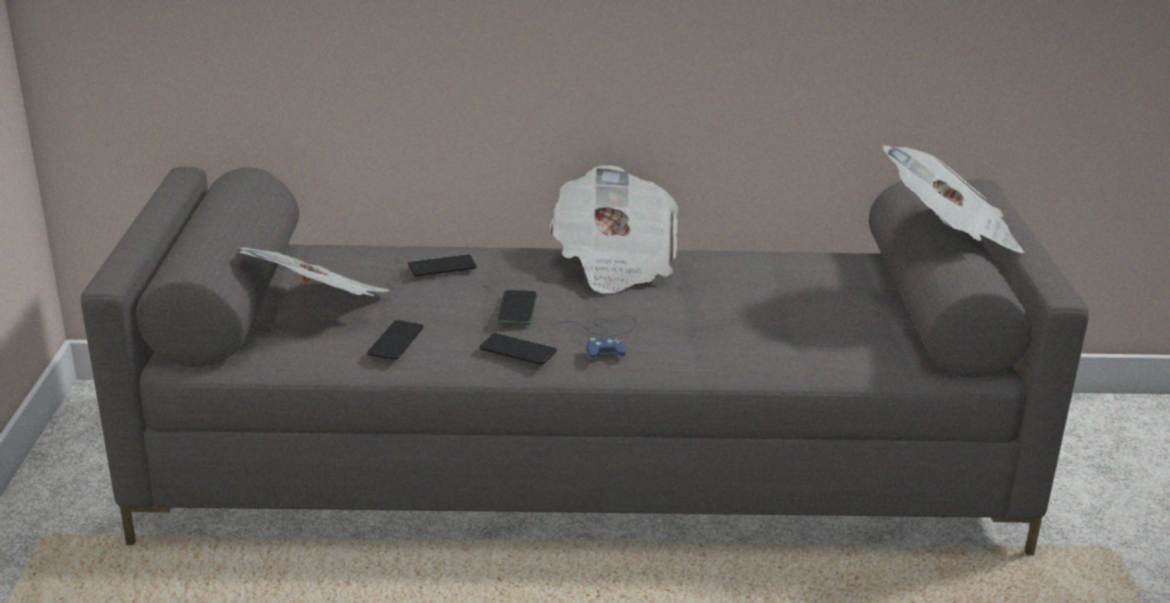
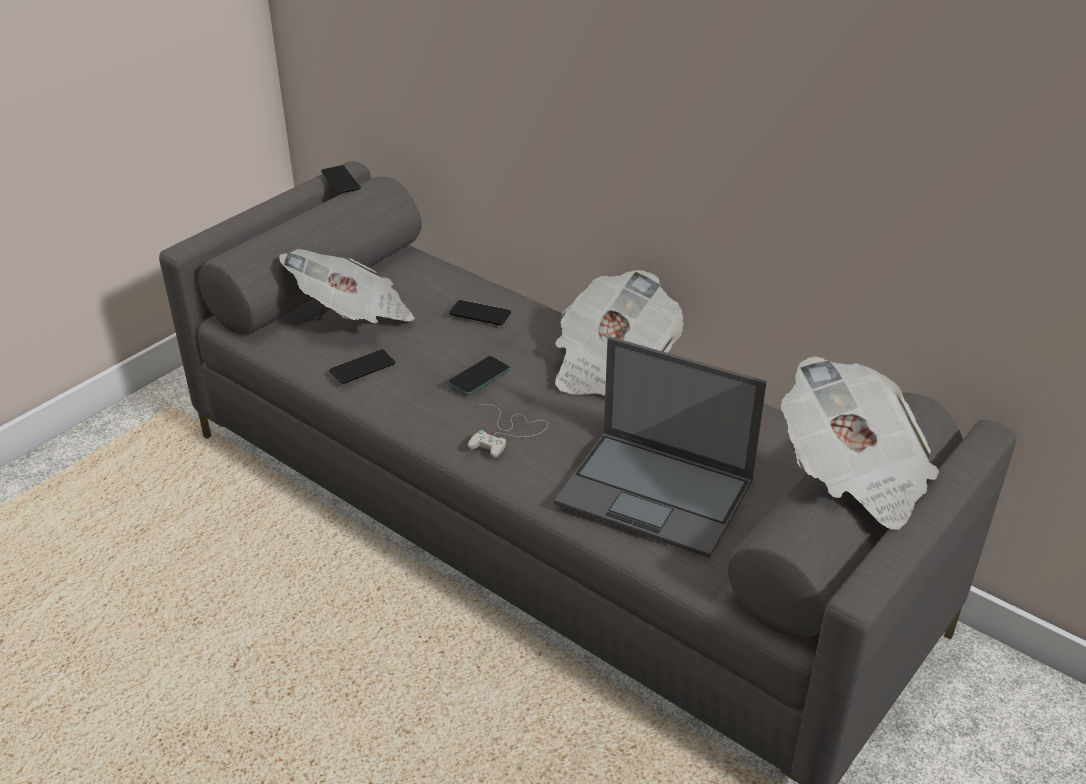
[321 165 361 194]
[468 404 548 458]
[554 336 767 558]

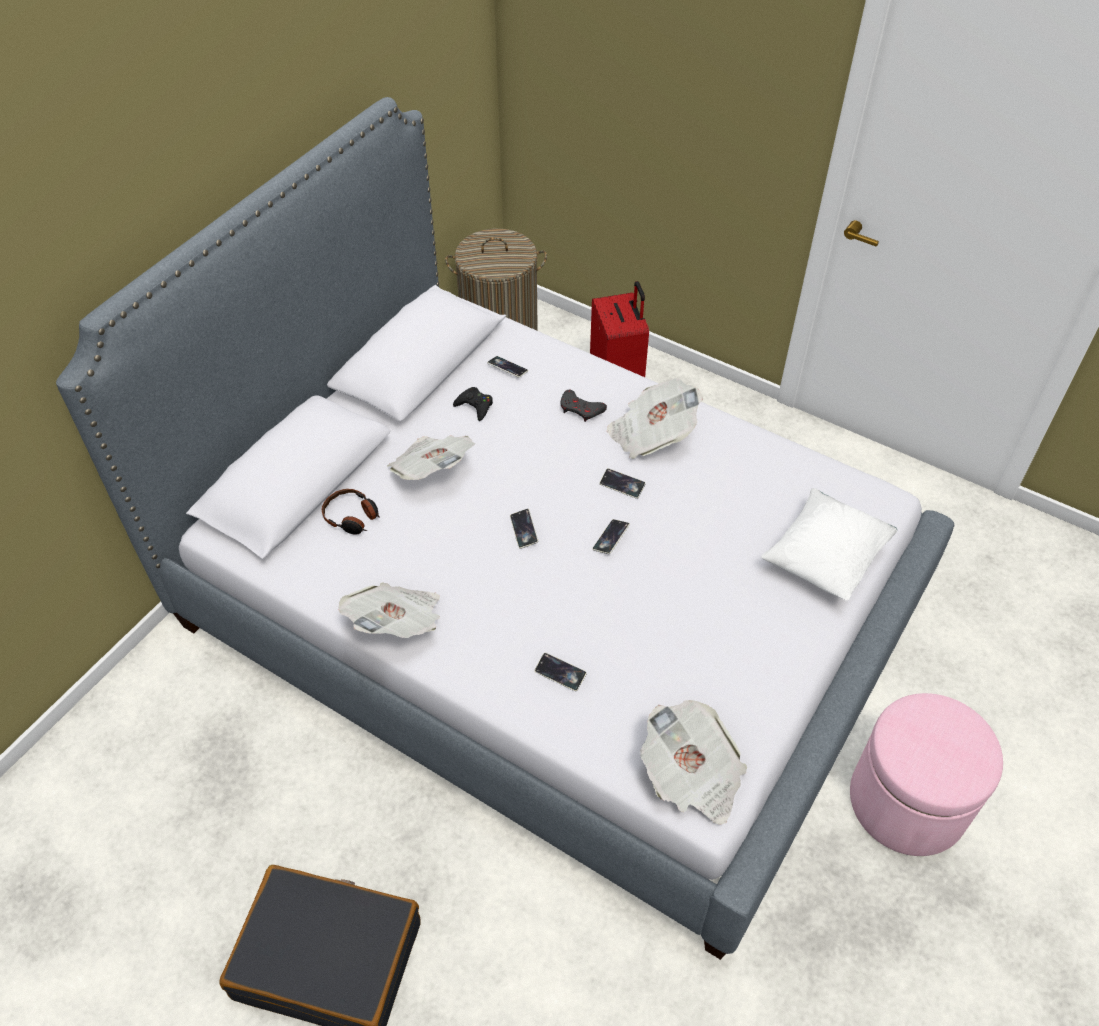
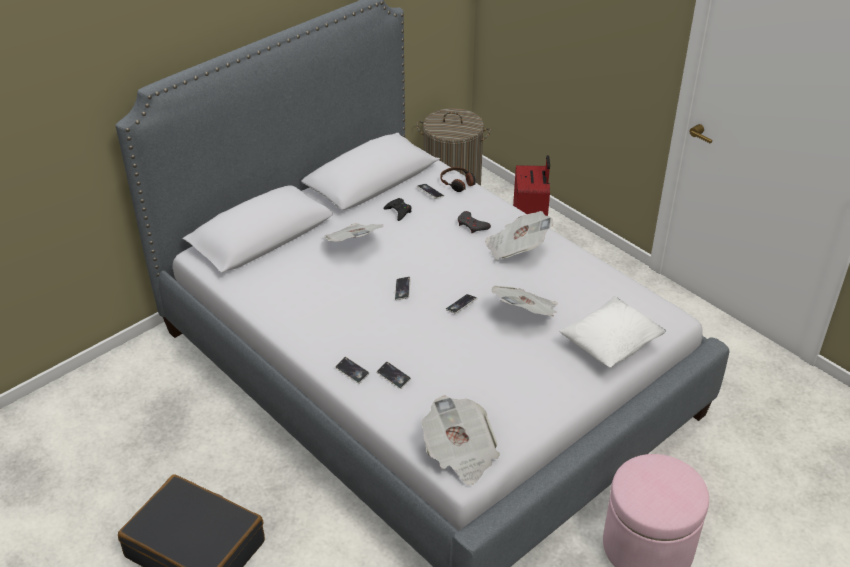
[335 357 369 384]
[441 167 476 192]
[492 286 558 316]

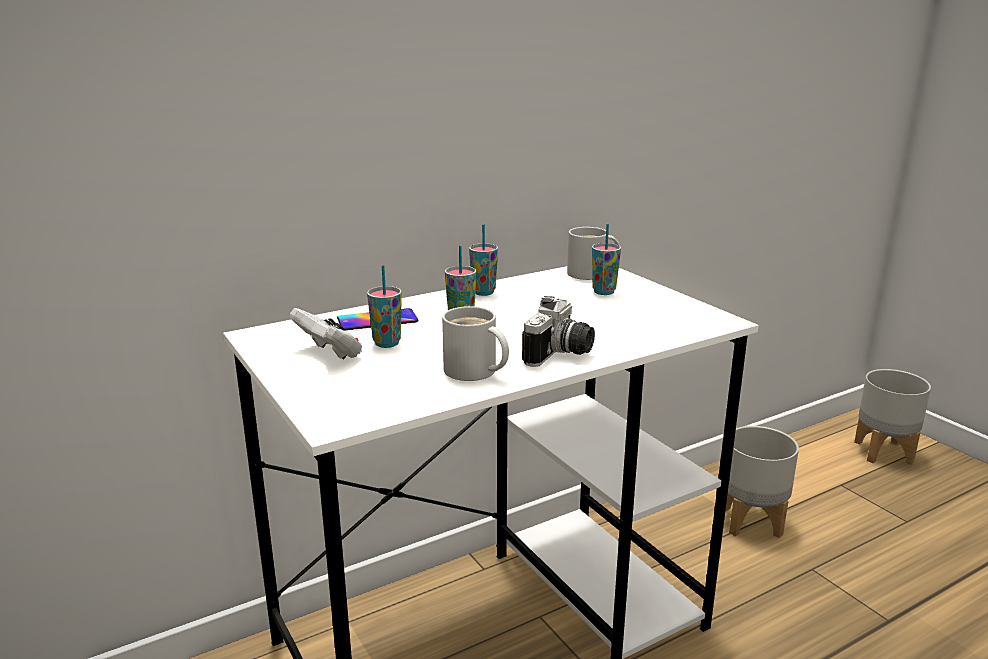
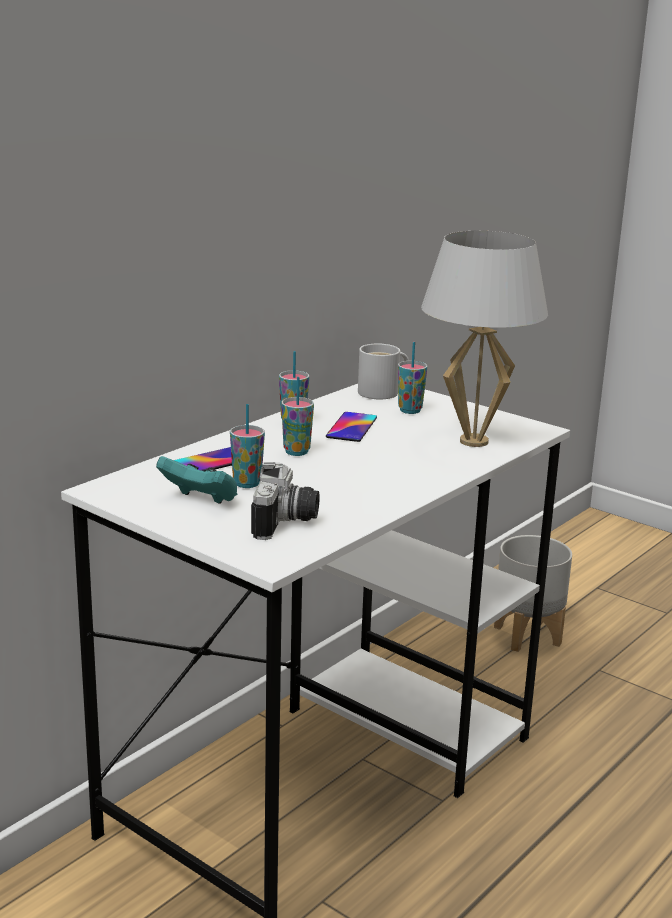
[156 456 237 504]
[251 462 320 540]
[326 412 377 442]
[421 231 548 447]
[442 306 509 381] (first image)
[854 369 931 465] (first image)

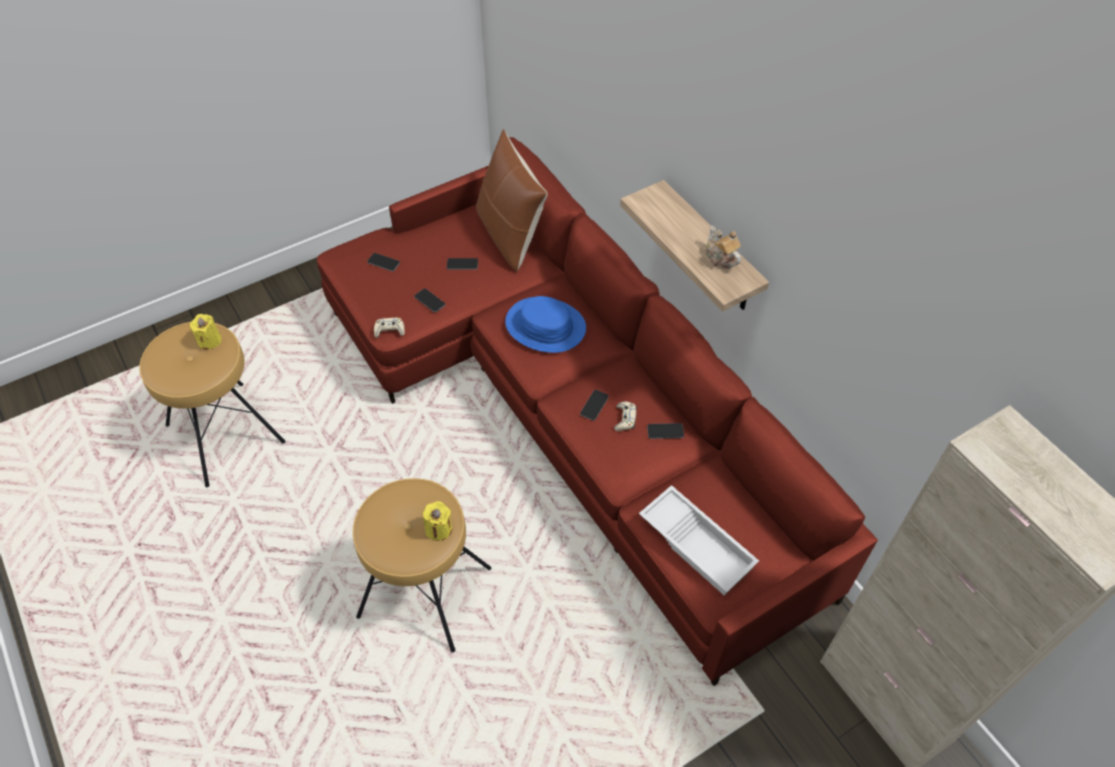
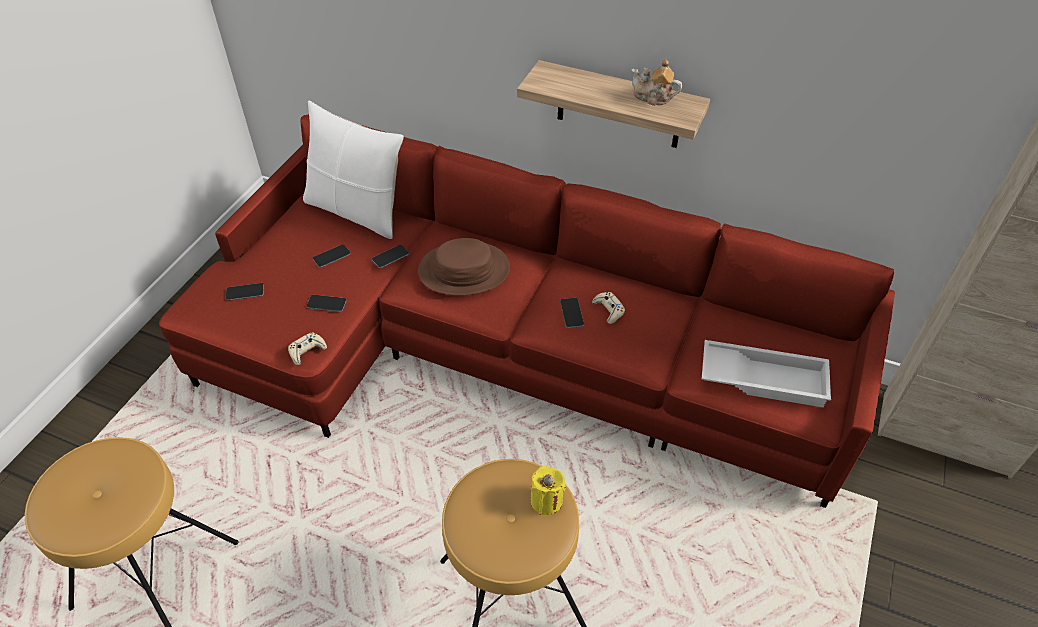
[303 100 404 239]
[372 245 409 268]
[418 238 510 296]
[190 314 222 350] (first image)

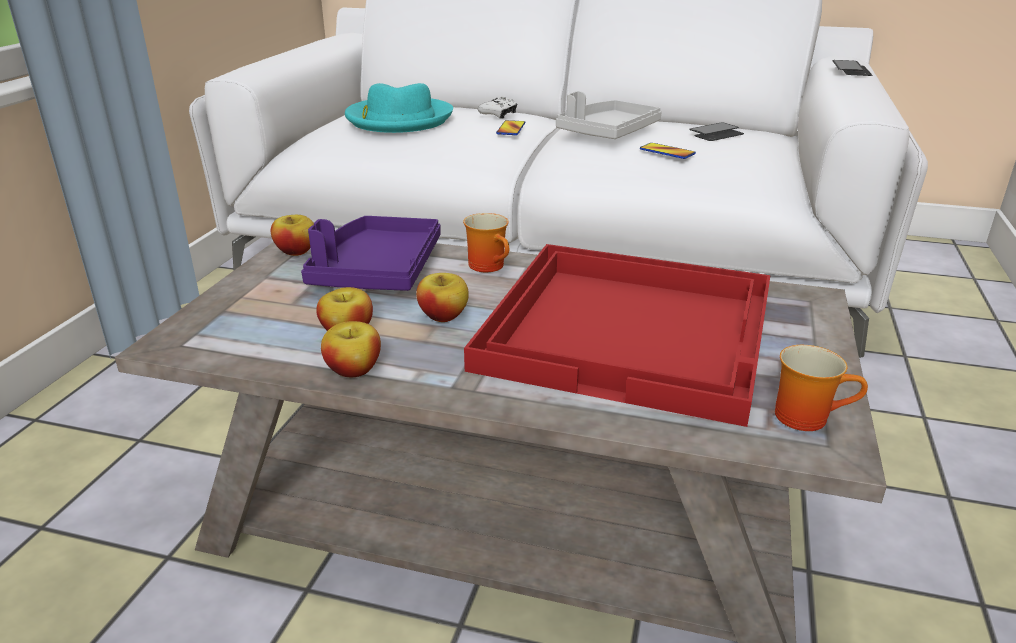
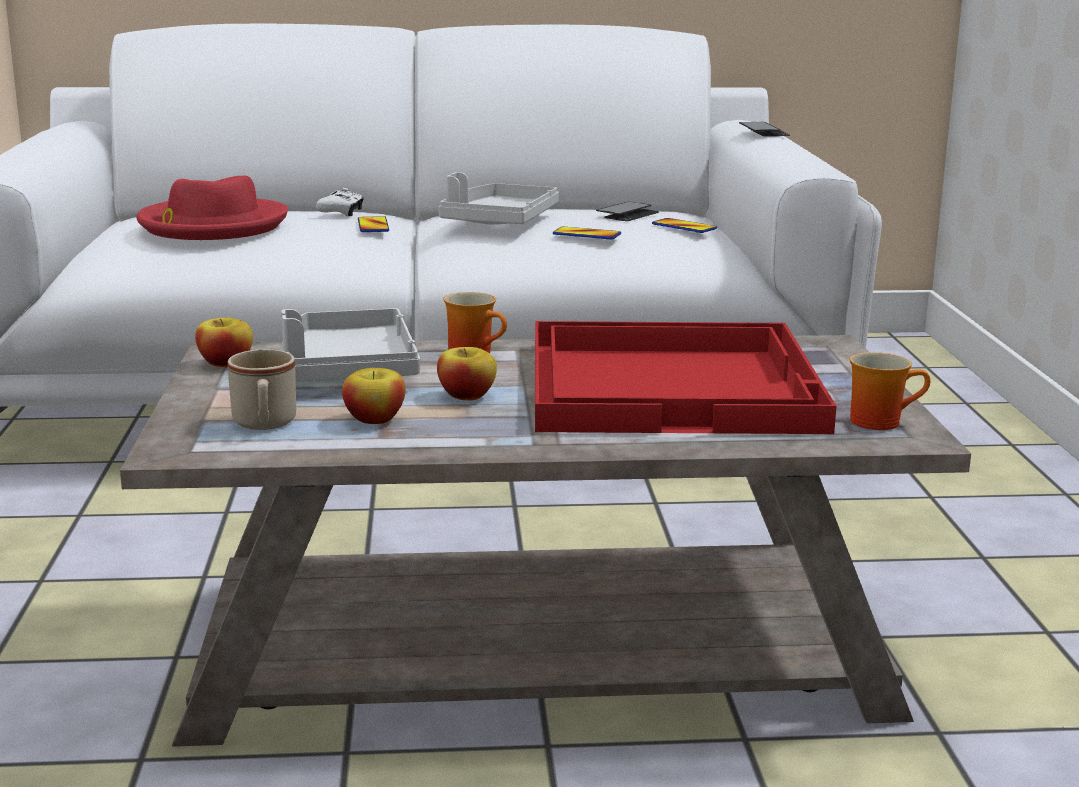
[136 175 288 240]
[228 349 296 430]
[281 308 420 382]
[652 218 717 233]
[321 321 381 377] (first image)

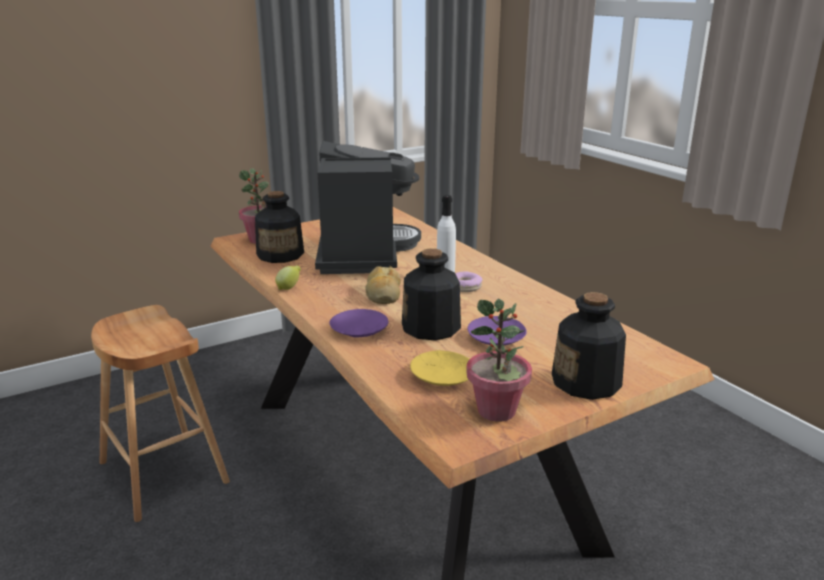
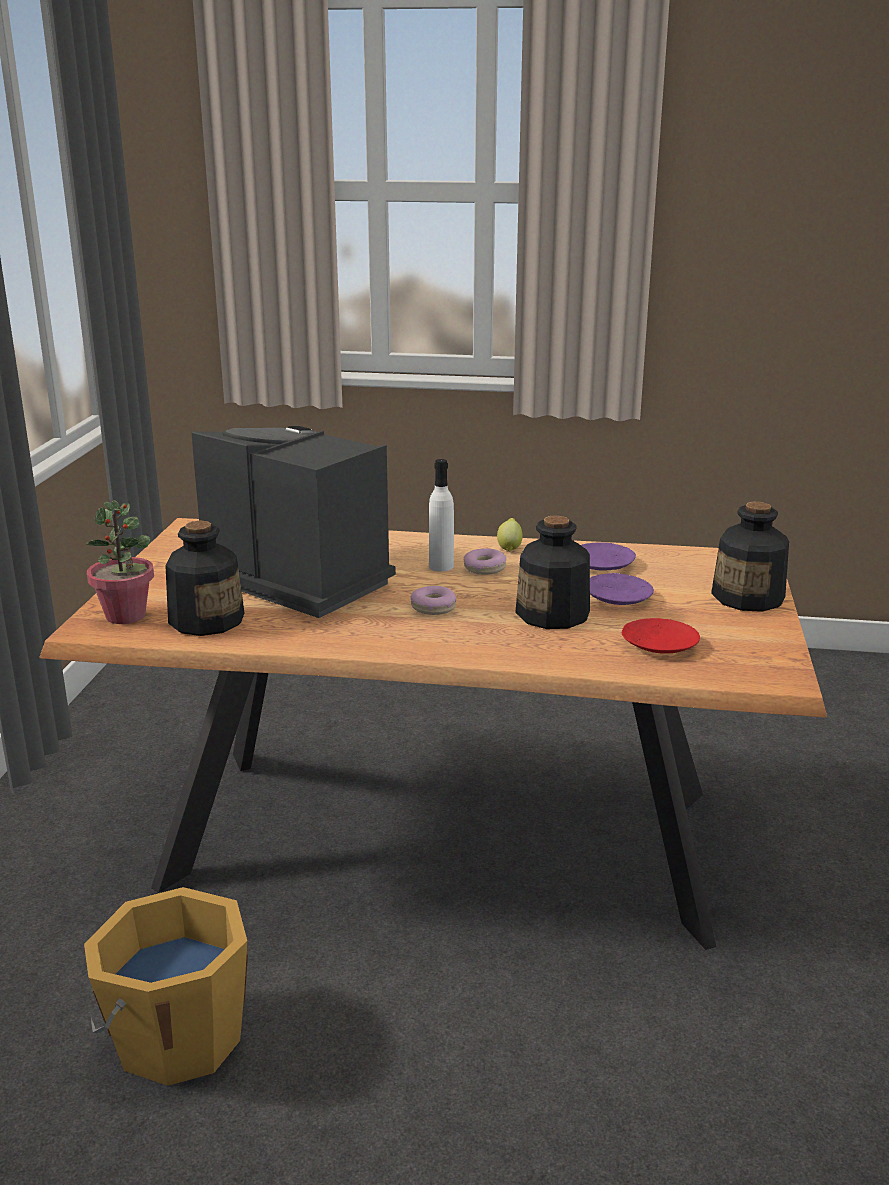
[84 887 248 1086]
[410 586 456 615]
[497 518 523 551]
[581 542 636 571]
[622 618 700 654]
[466 299 532 422] (first image)

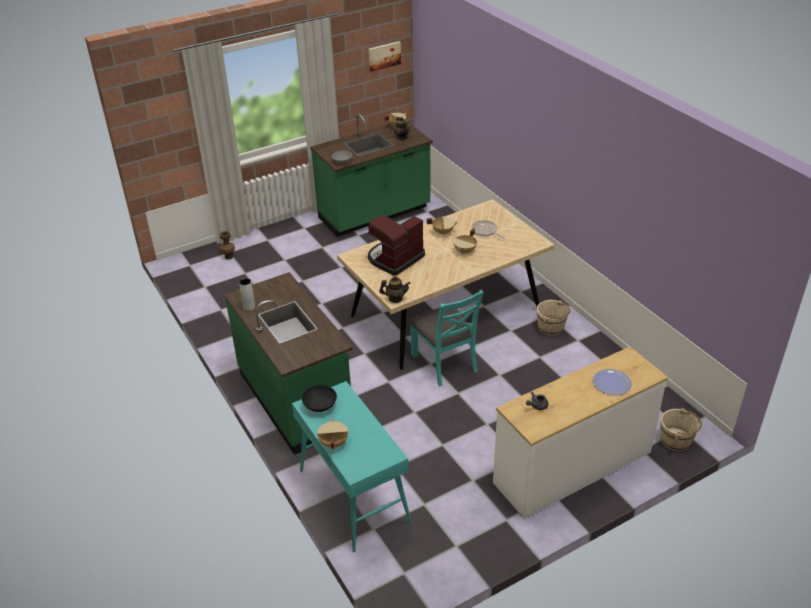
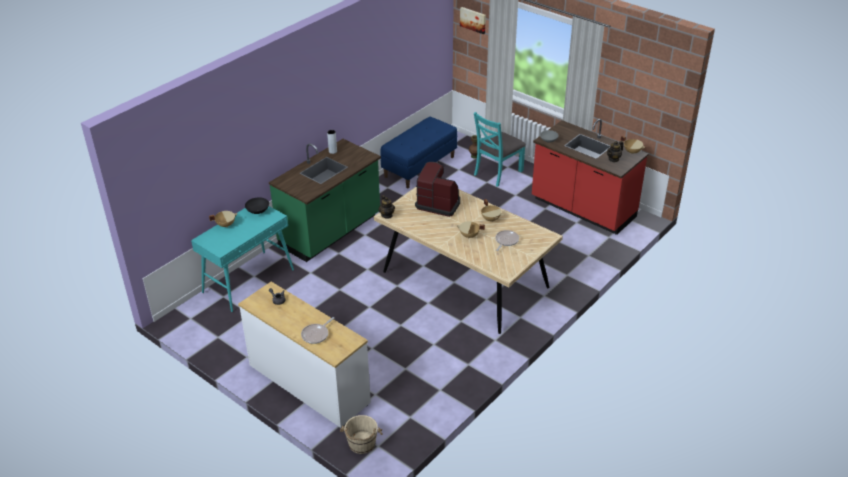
[301 317 334 344]
[380 117 457 188]
[460 7 486 34]
[474 112 526 187]
[532 119 648 235]
[537 300 571 335] (first image)

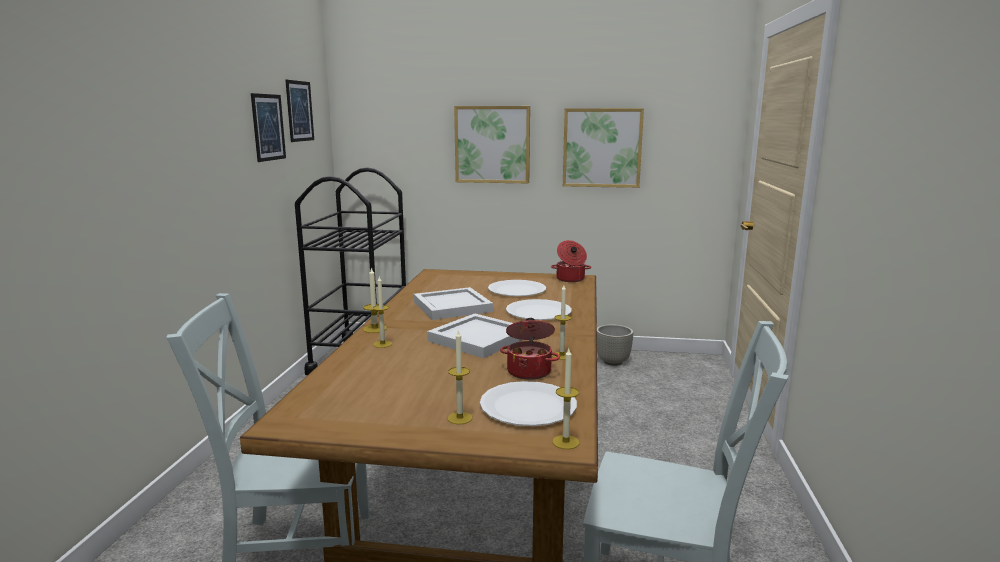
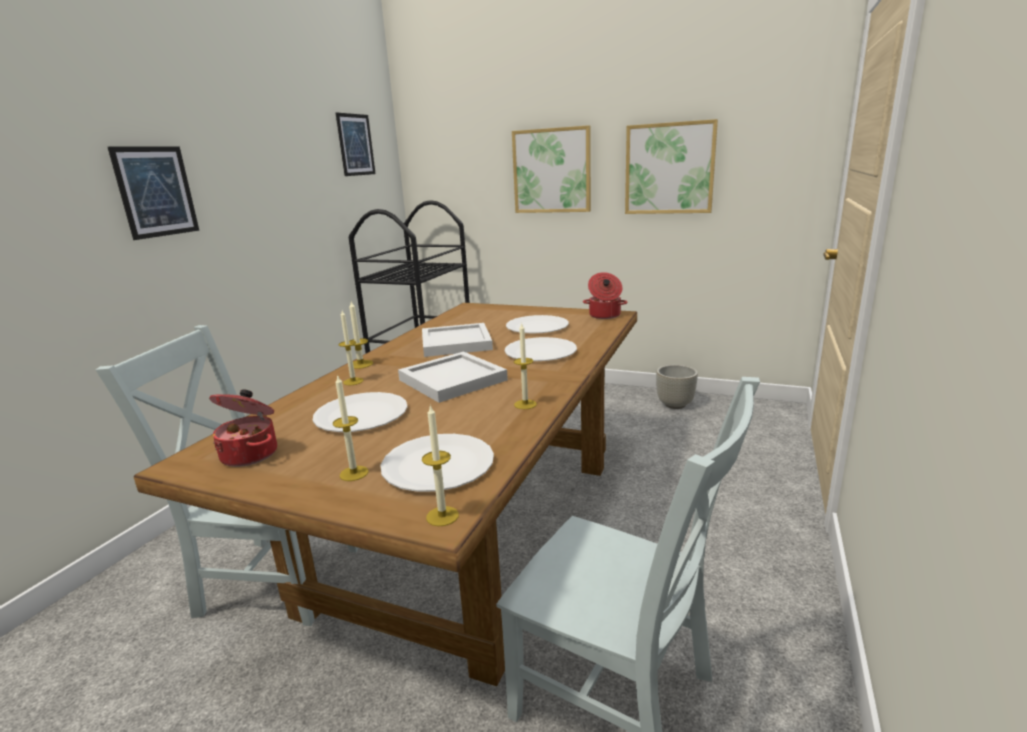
[108 147 199 240]
[209 389 277 467]
[313 392 408 432]

